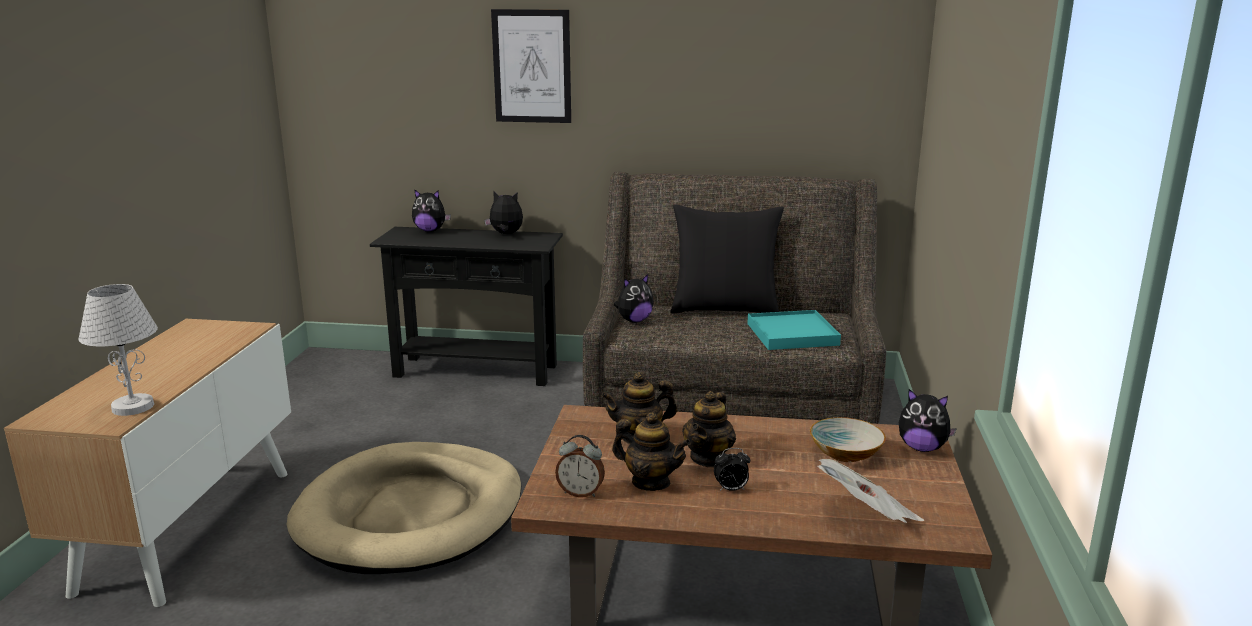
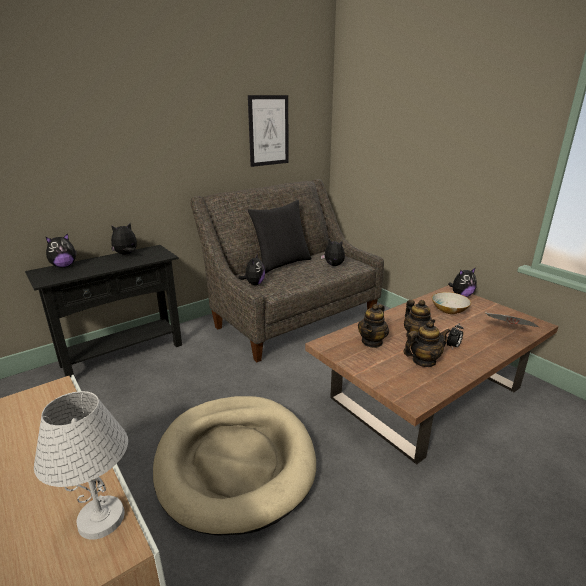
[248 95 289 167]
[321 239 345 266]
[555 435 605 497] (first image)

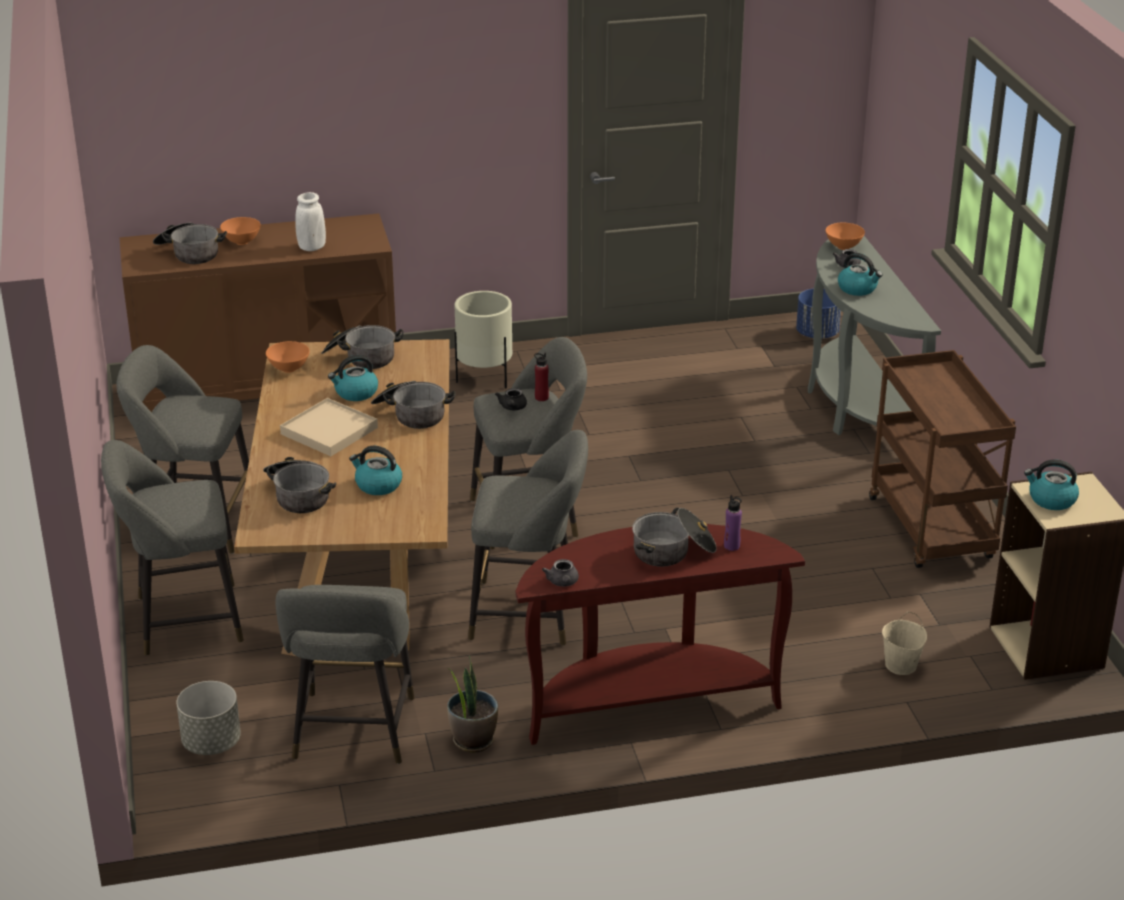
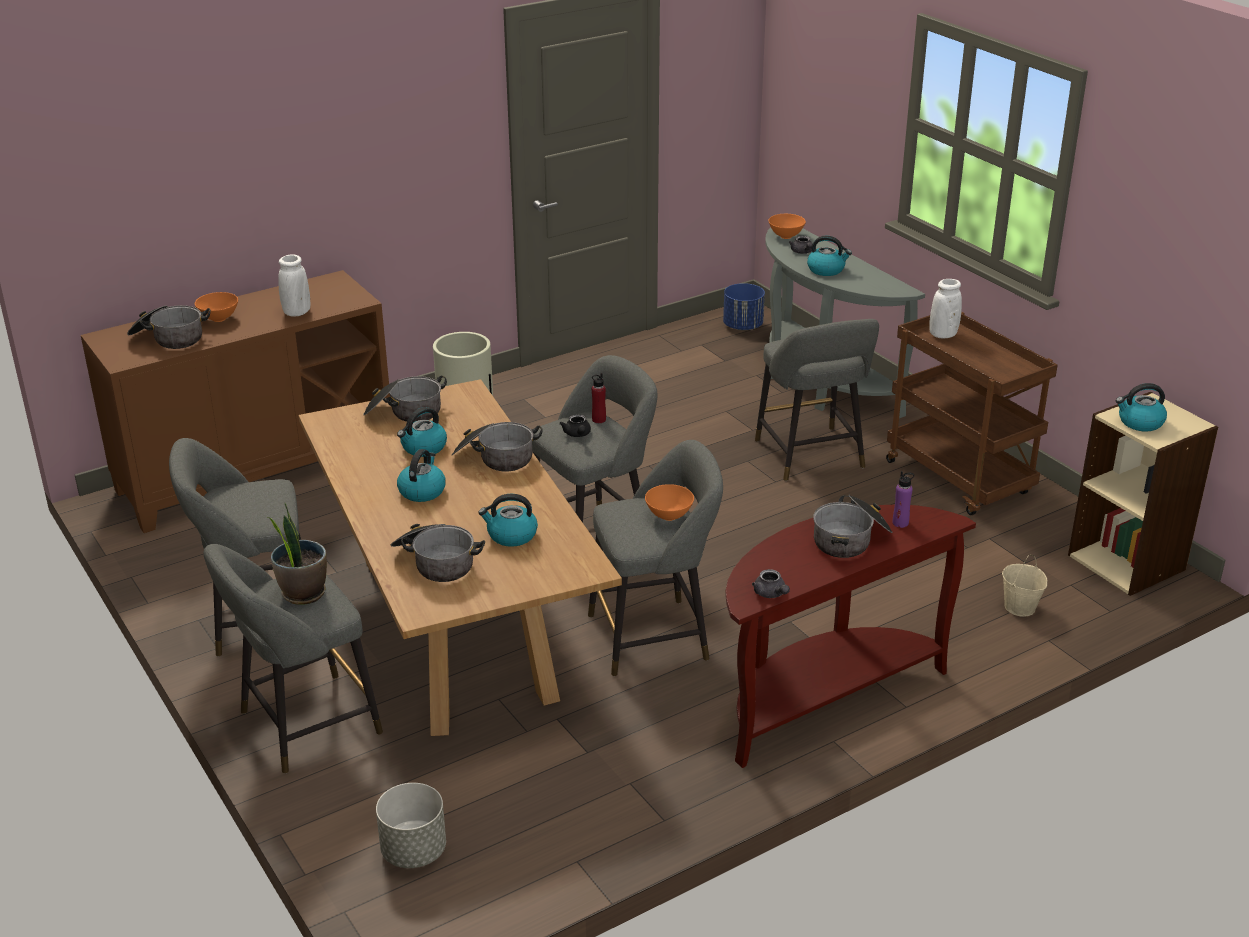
[268 503 327 604]
[397 449 446 502]
[645 484 694 521]
[755 319 879 481]
[929 279 962 339]

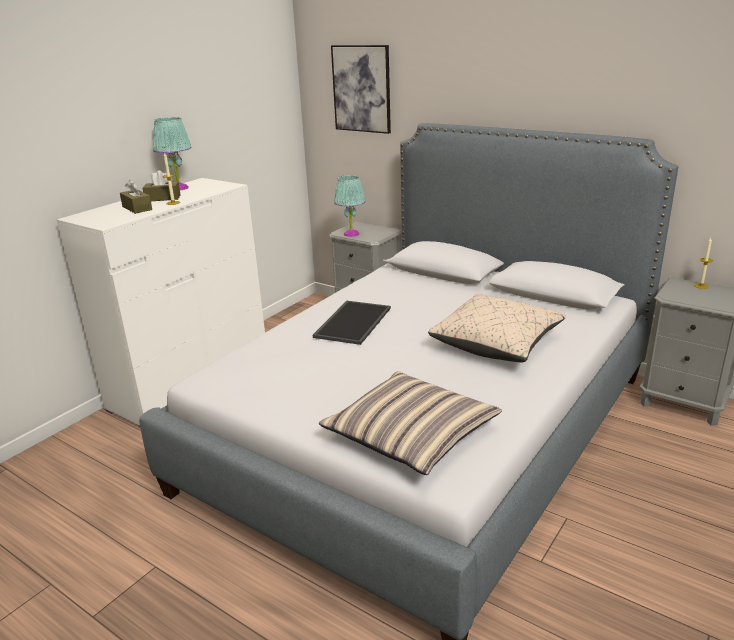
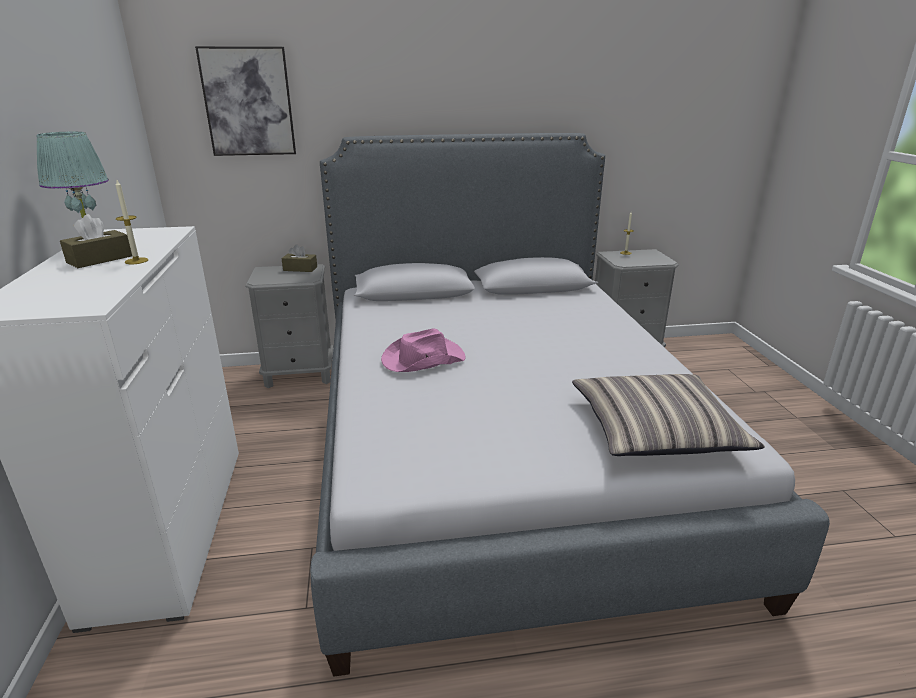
[281 244 317 272]
[381 328 466 372]
[334 175 365 237] (first image)
[428 294 566 362] (first image)

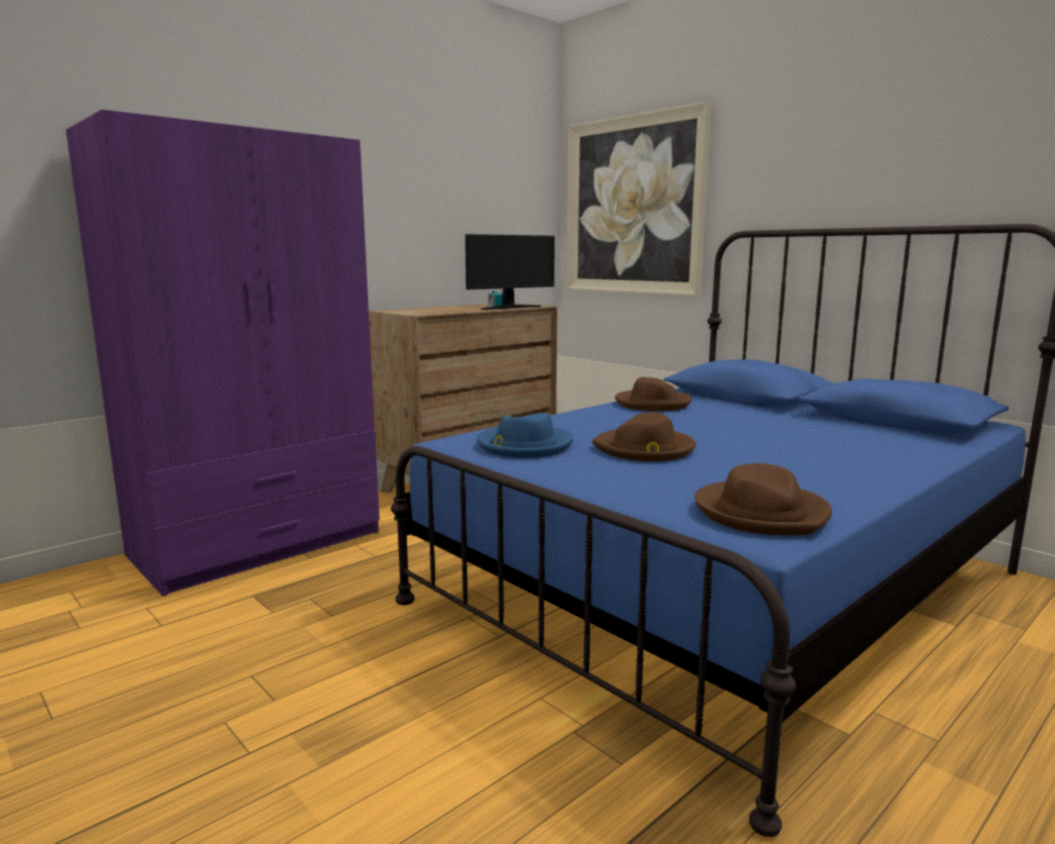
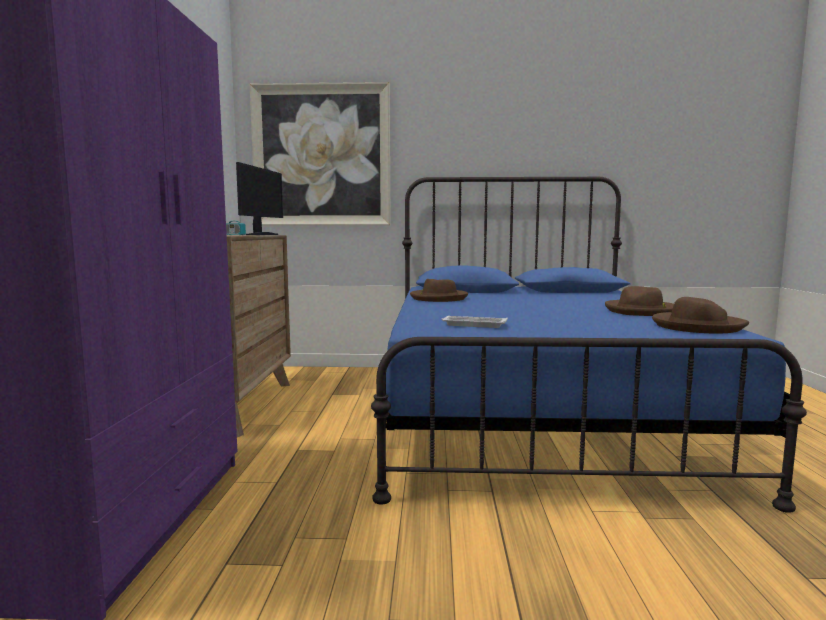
[441 316 508 328]
[605 286 674 316]

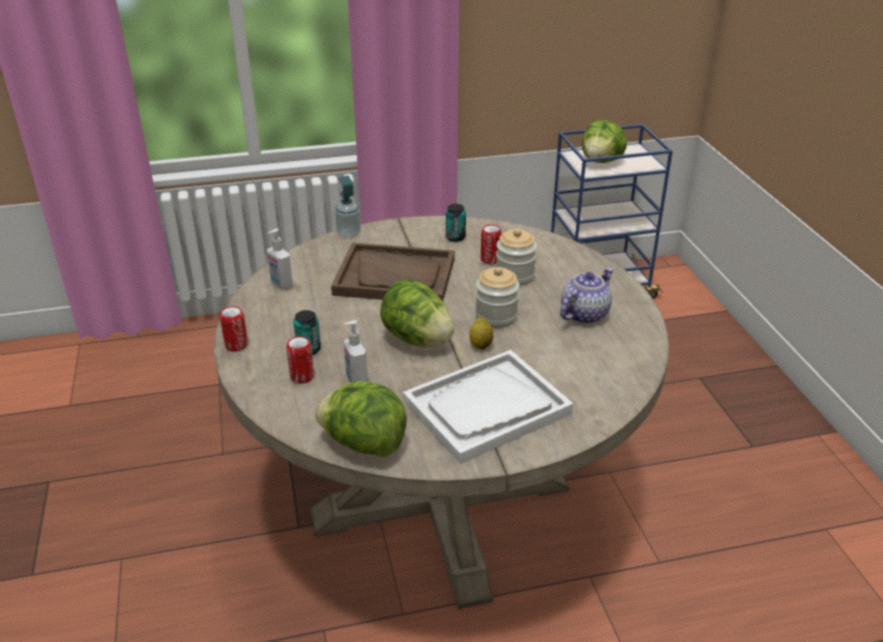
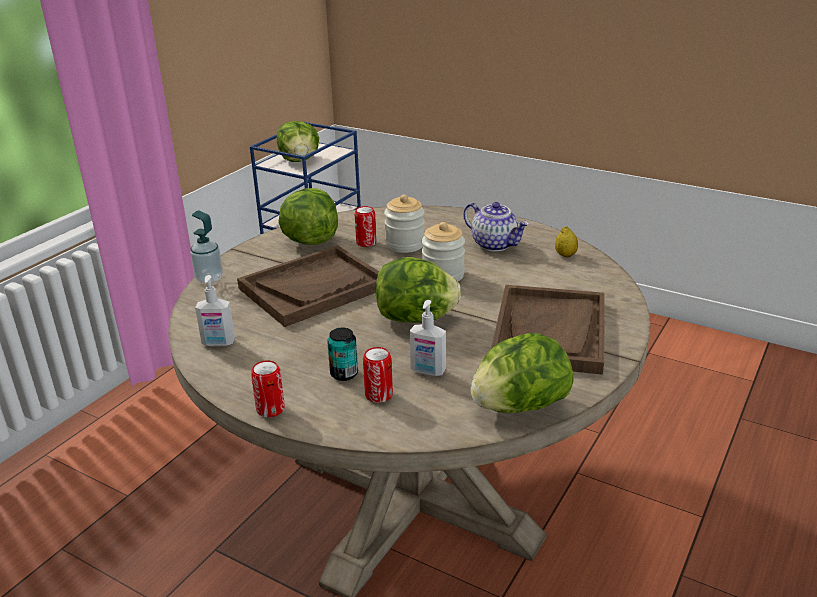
[278 188 338 245]
[463 202 529 252]
[491 285 605 375]
[555 227 578 257]

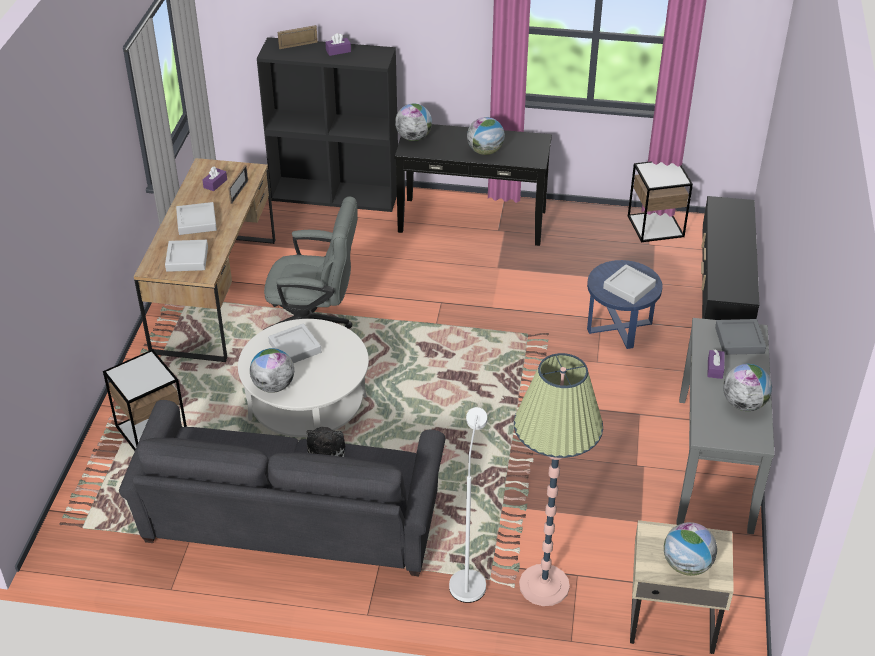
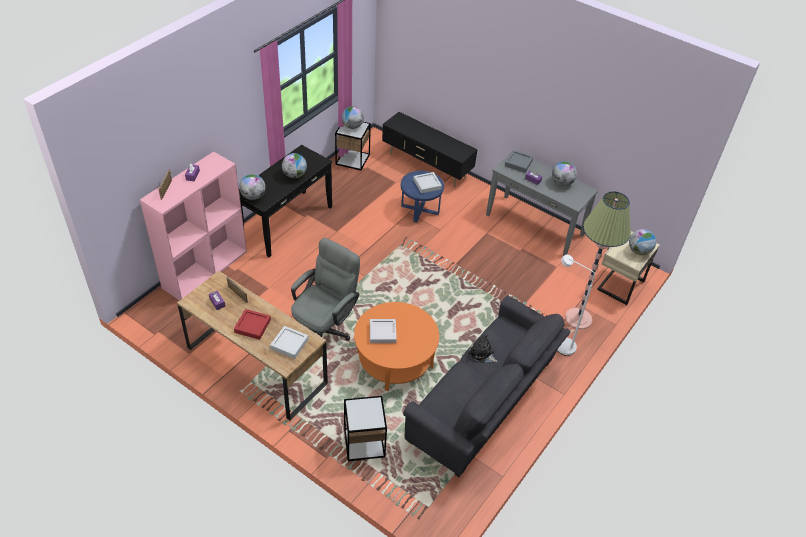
[140 151 247 301]
[234 309 271 340]
[341 106 364 129]
[354 302 439 391]

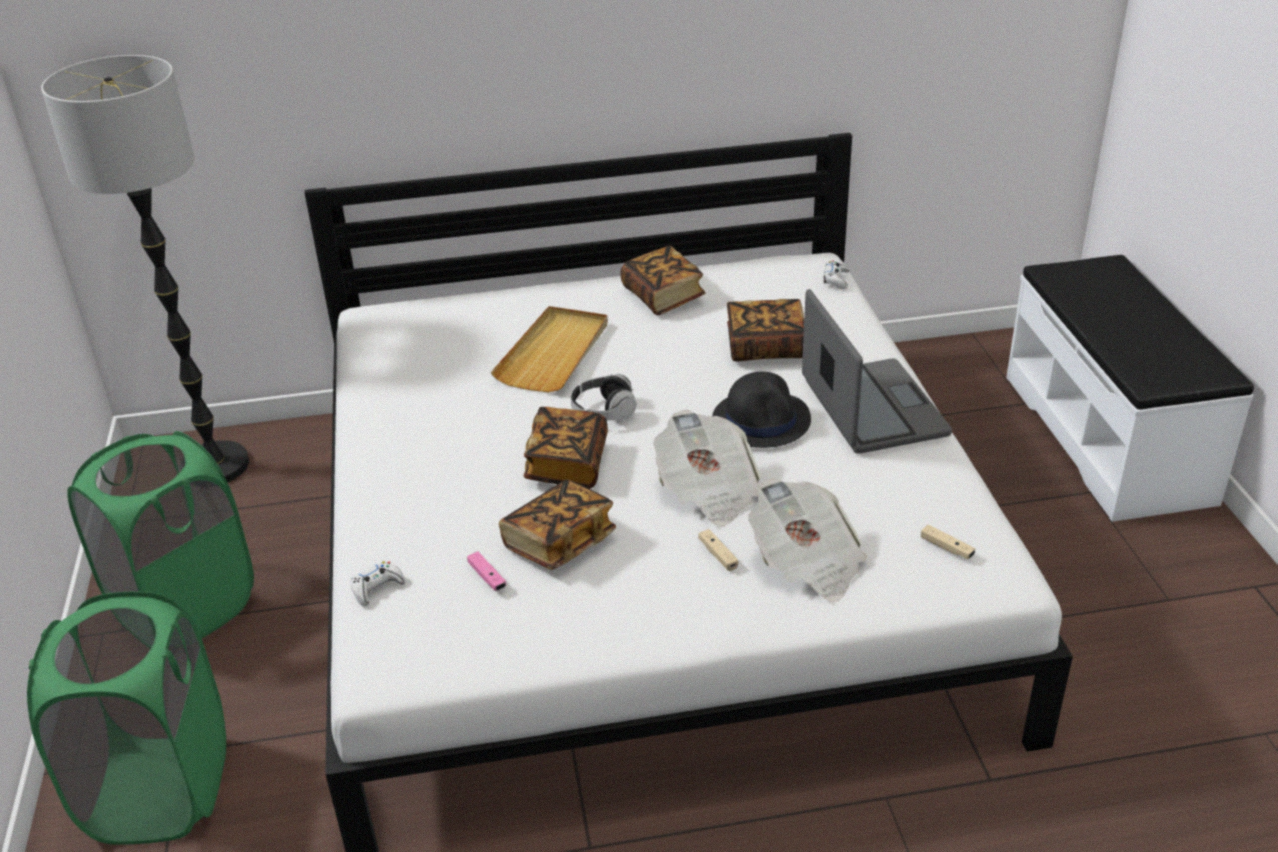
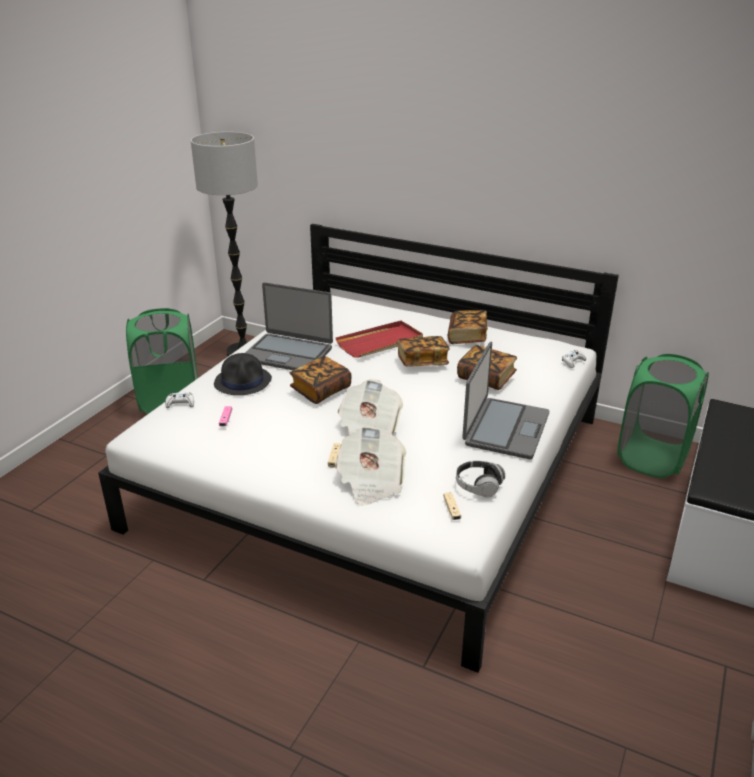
[214 353 272 395]
[245 282 333 370]
[336 320 423 358]
[397 336 450 366]
[456 460 505 497]
[618 354 709 478]

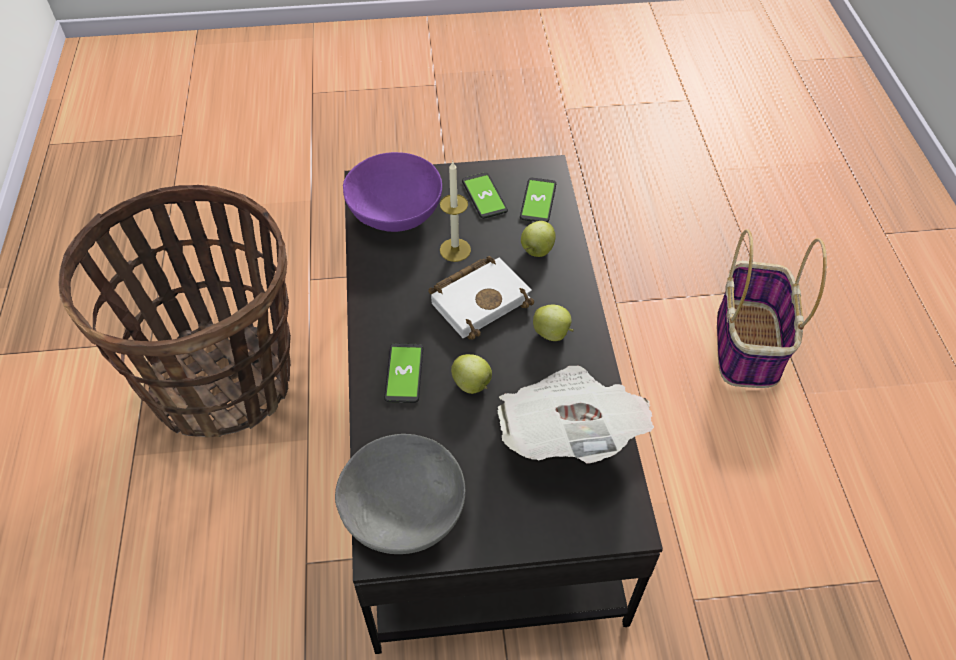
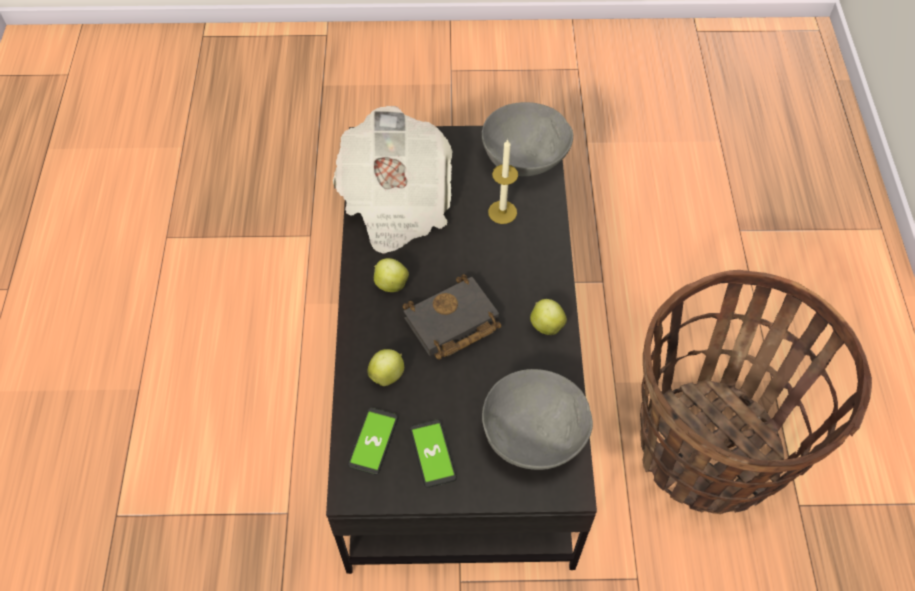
[403 274 501 360]
[482 369 593 470]
[488 139 518 224]
[530 299 567 335]
[384 343 423 403] (first image)
[717 229 827 388] (first image)

